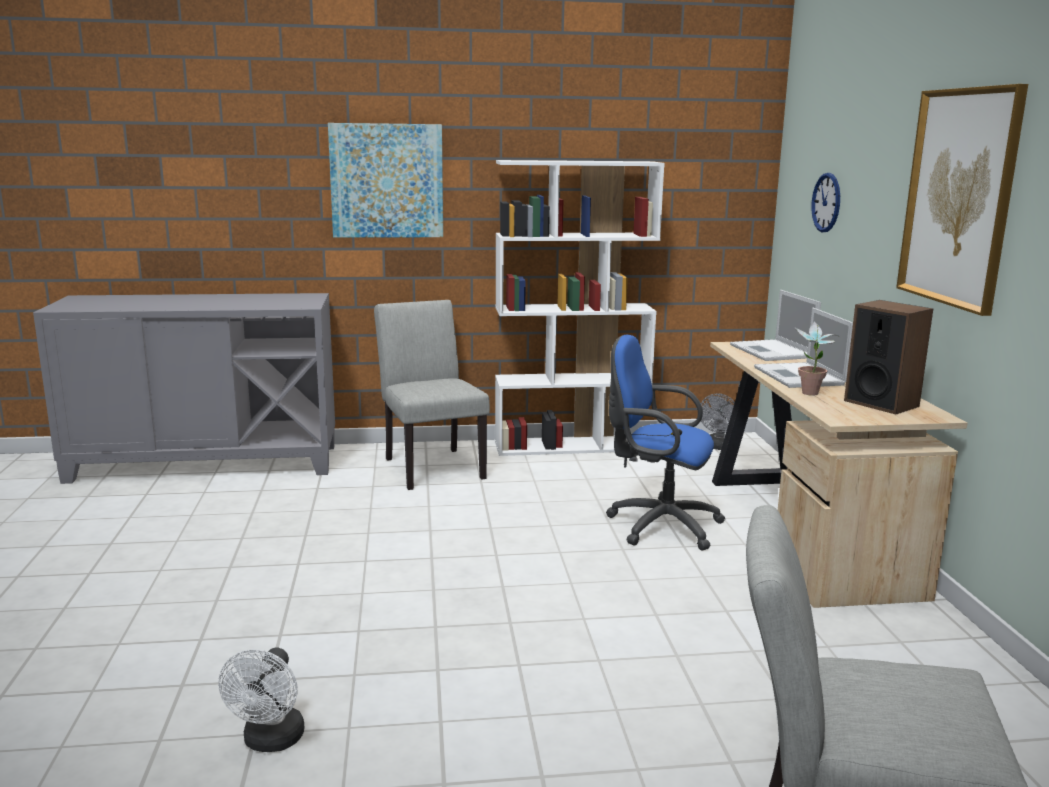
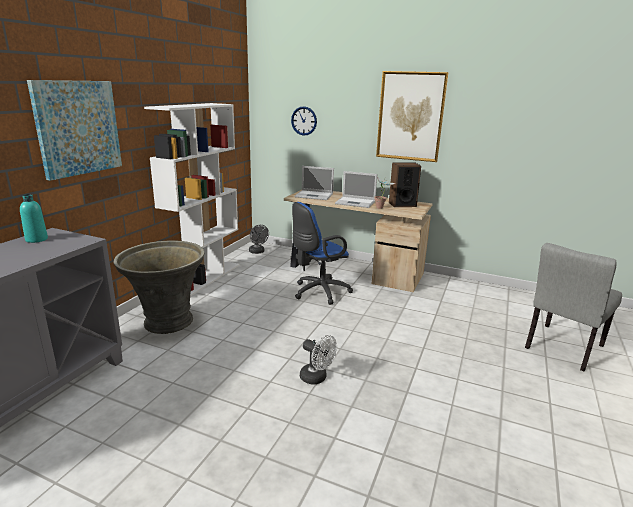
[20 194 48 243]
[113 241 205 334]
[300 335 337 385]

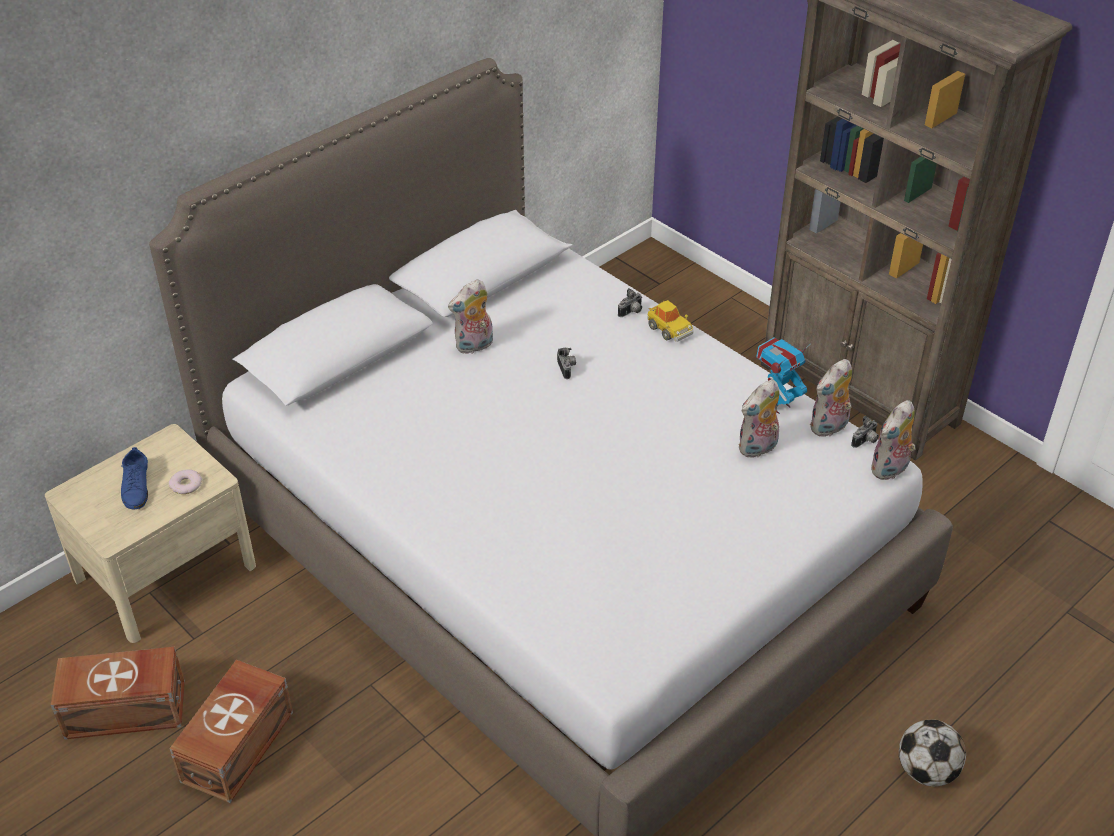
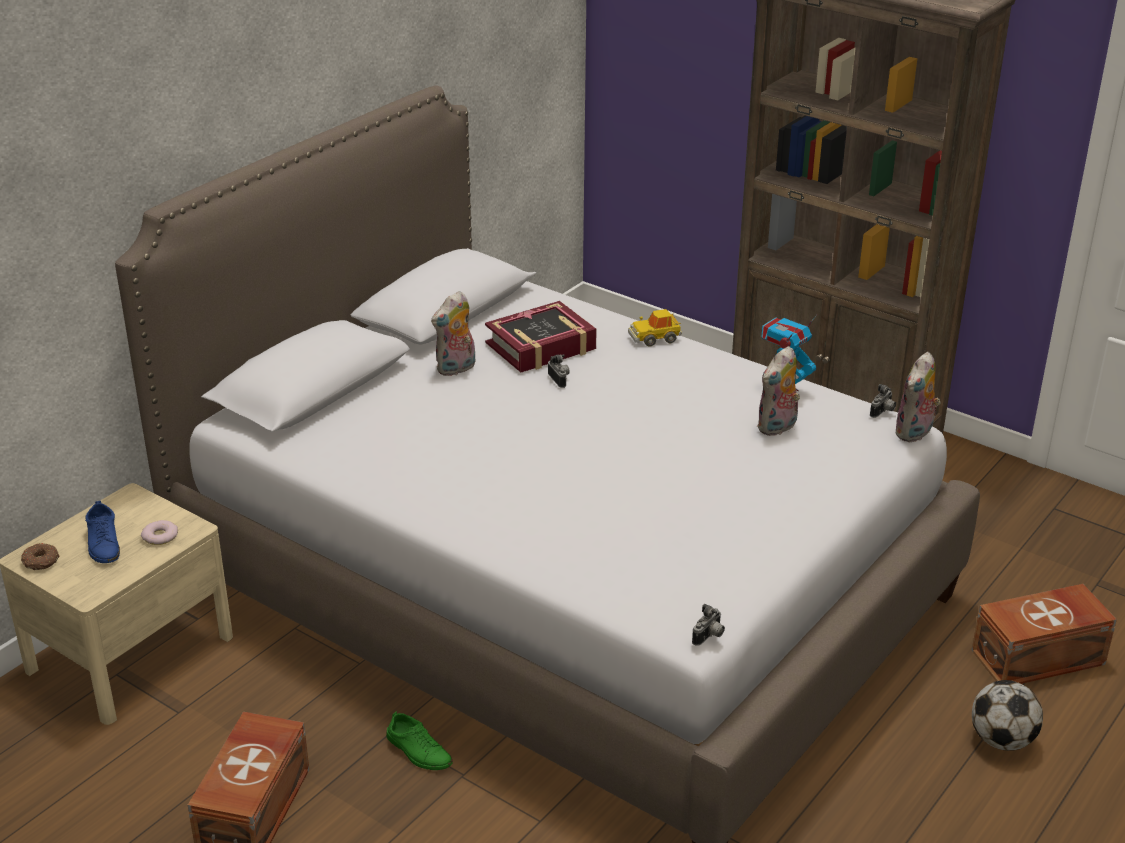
[21 543 59 570]
[386 711 453 770]
[485 301 597 373]
[628 309 682 347]
[692 604 725 646]
[972 584 1117 684]
[810 359 852 438] (first image)

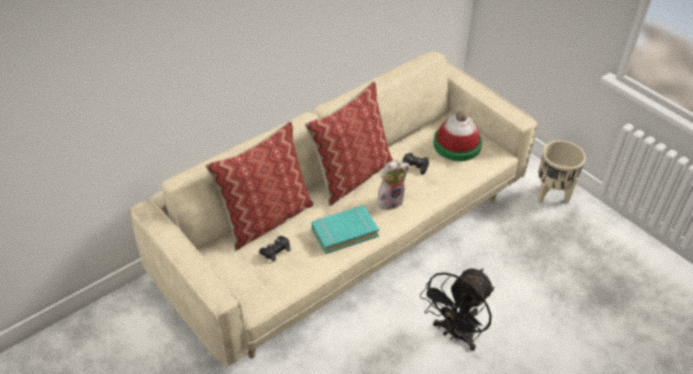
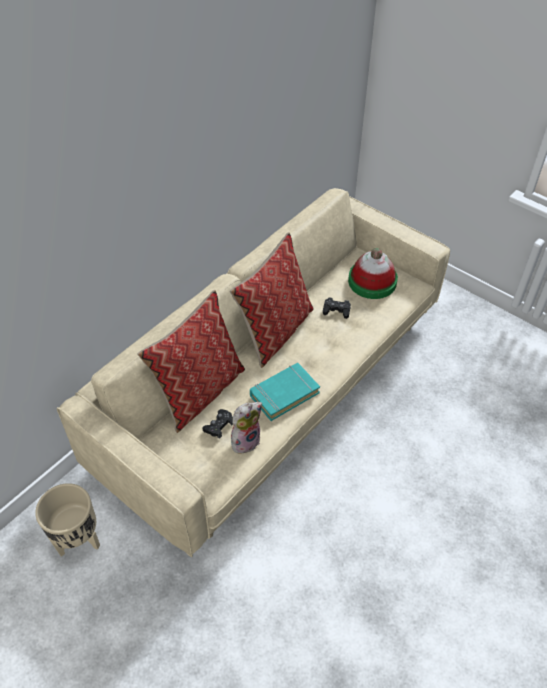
[35 483 100 557]
[231 402 262 454]
[420 268 495 351] (first image)

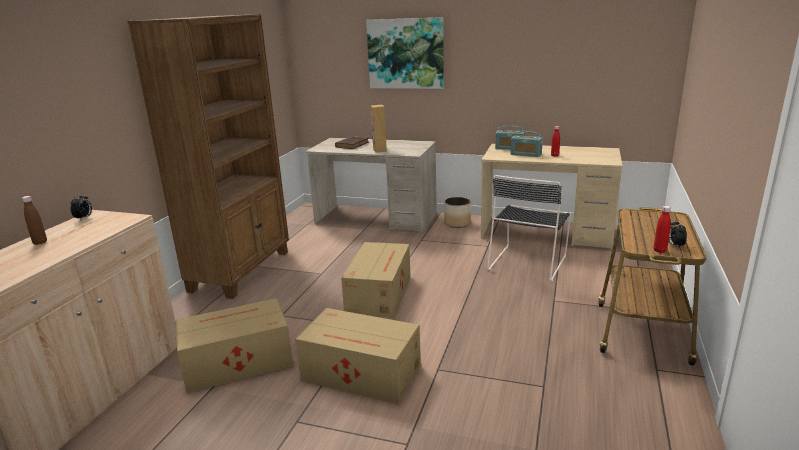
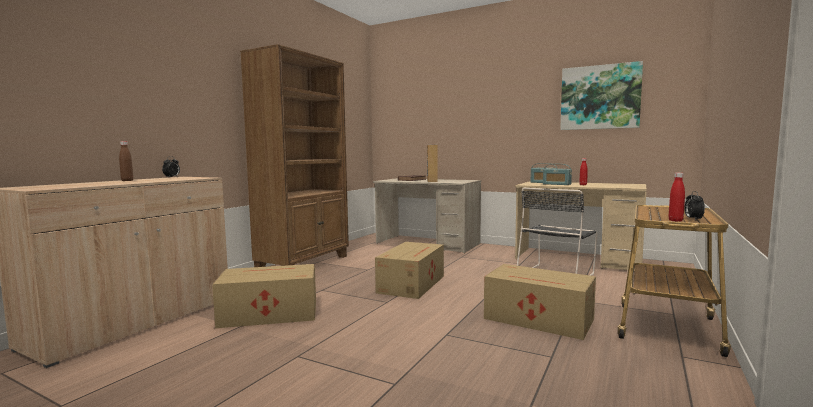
[484 264 596 340]
[560 61 643 130]
[444 197 471 228] (first image)

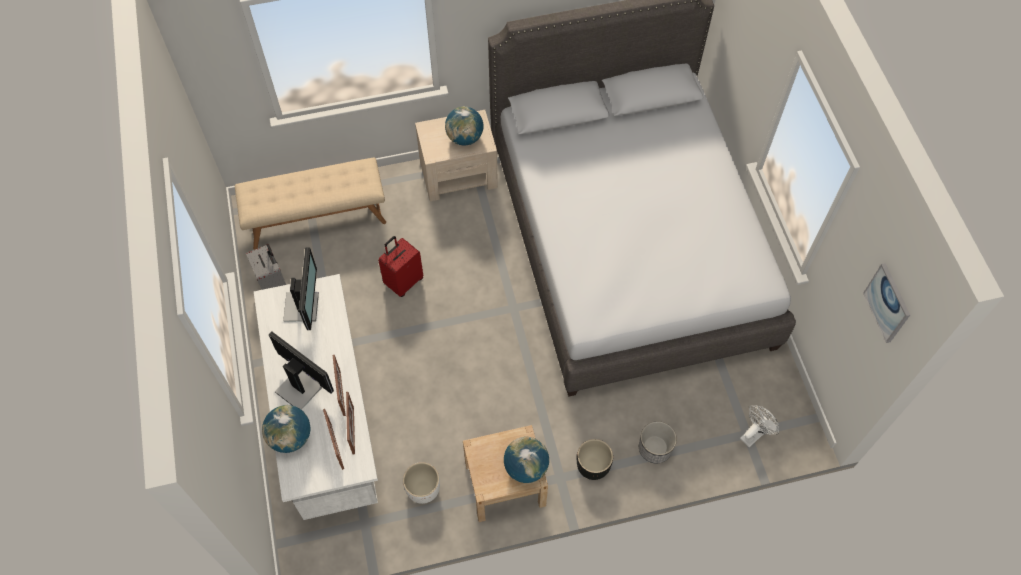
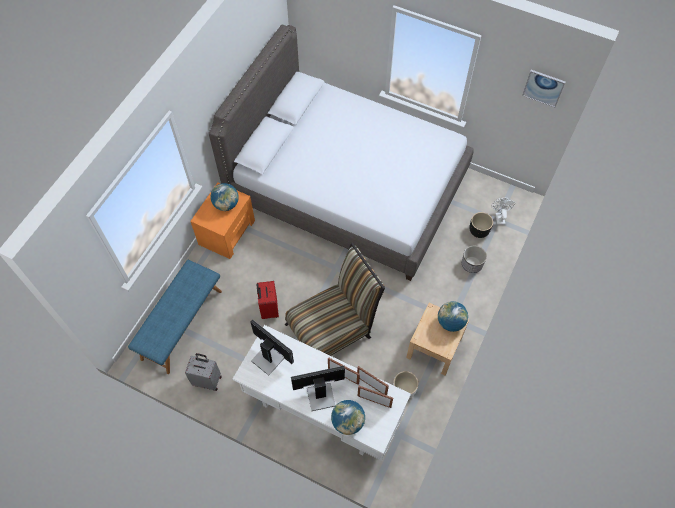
[128 260 222 374]
[190 182 255 259]
[285 242 385 356]
[469 212 493 238]

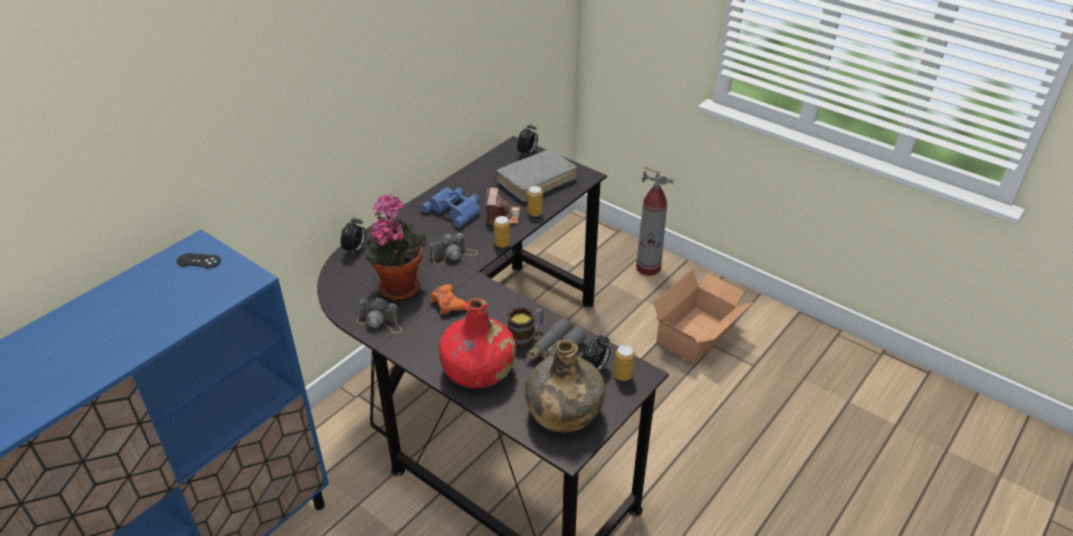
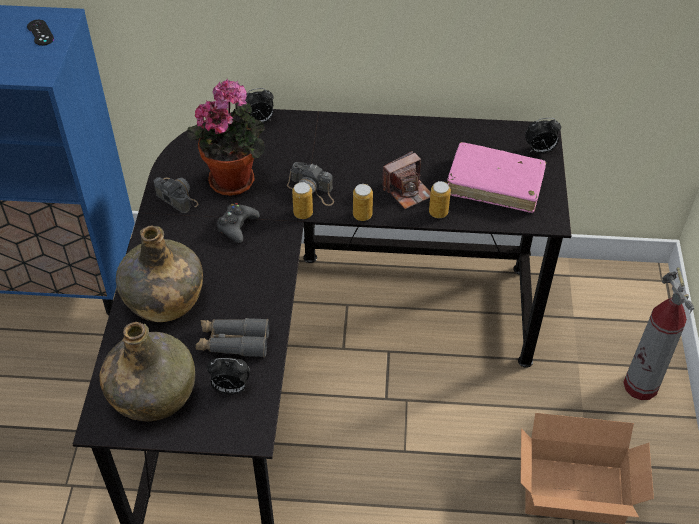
[116 226 203 322]
[153 177 198 213]
[217 203 260 243]
[292 182 313 219]
[447 142 546 213]
[421 187 481 228] (first image)
[507 307 544 348] (first image)

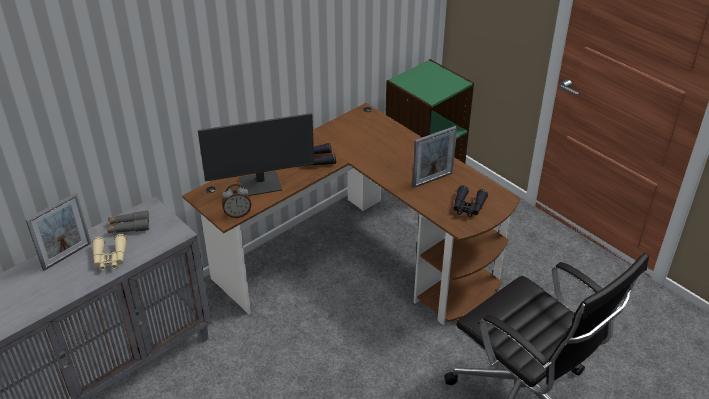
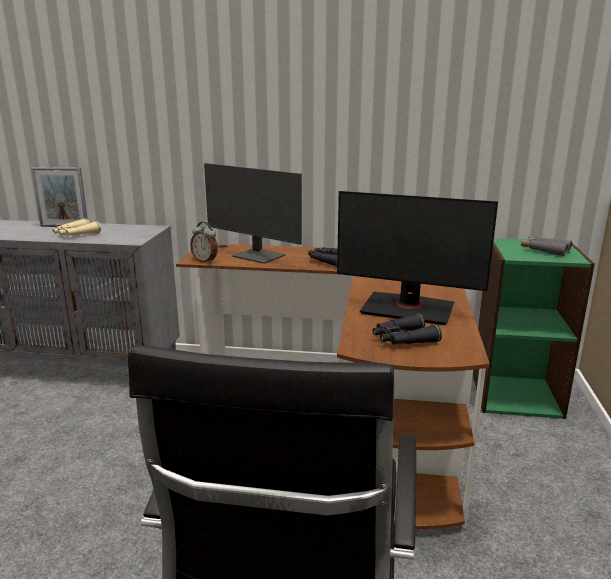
[337 191 498 325]
[521 237 572 256]

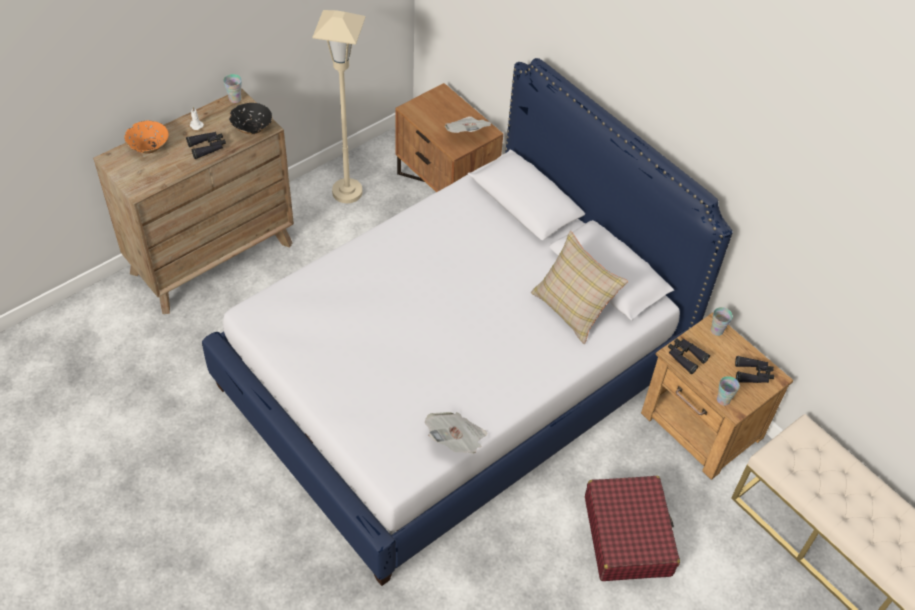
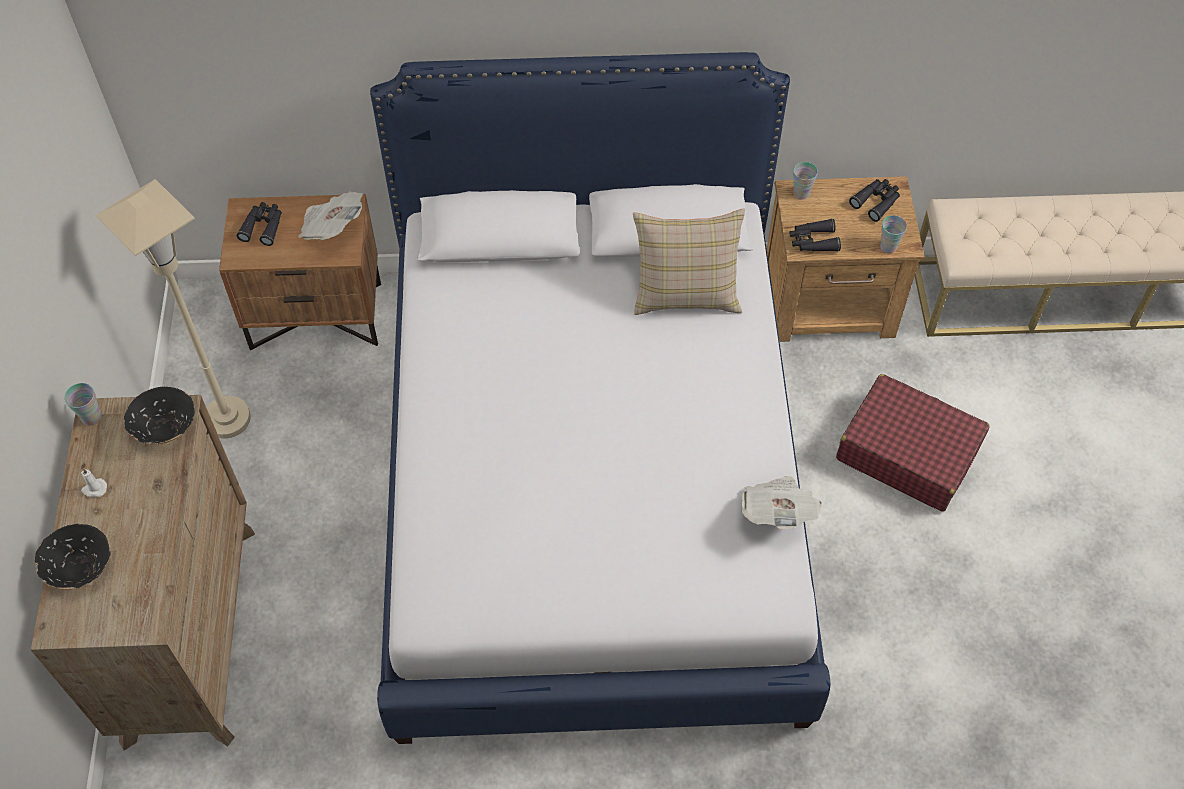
[34 524 111 589]
[236 202 282 246]

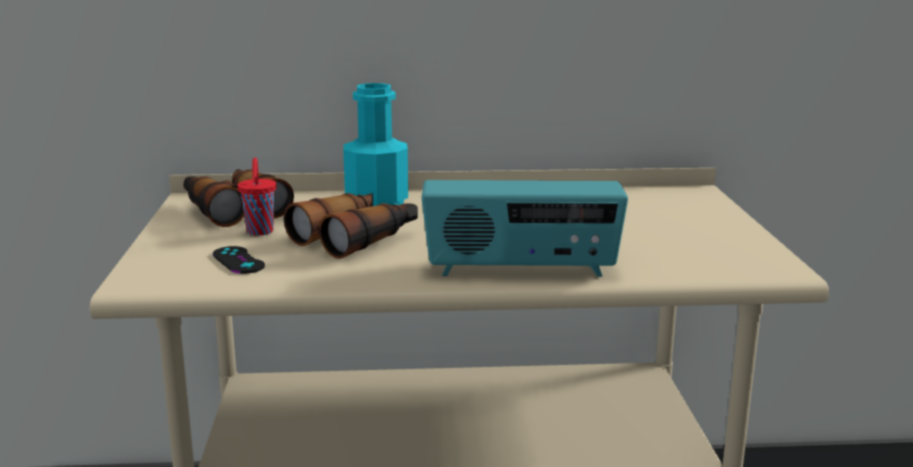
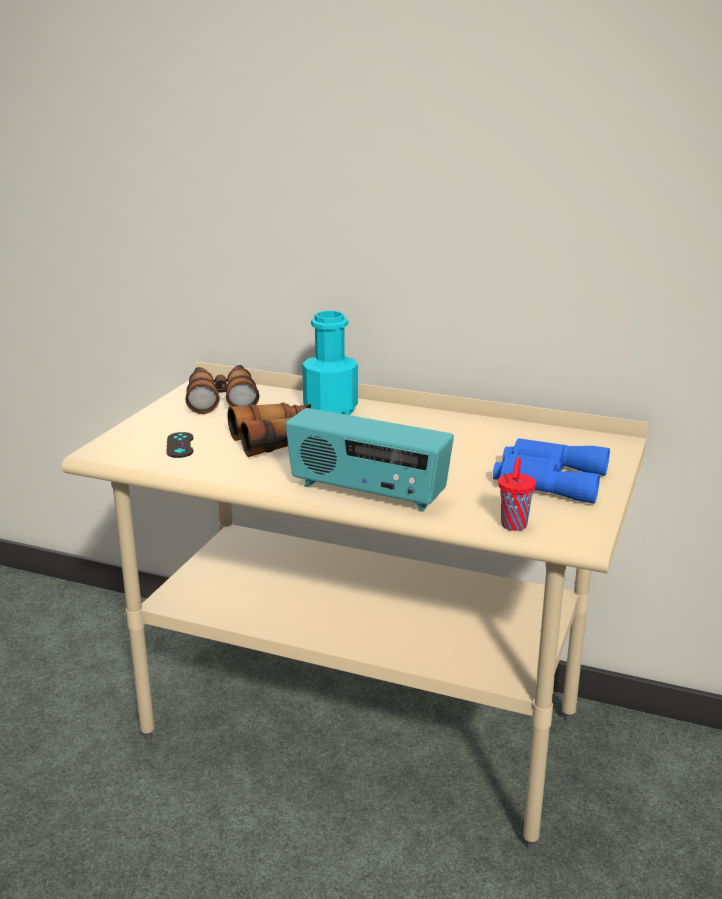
[493 438 610 504]
[498 457 536 531]

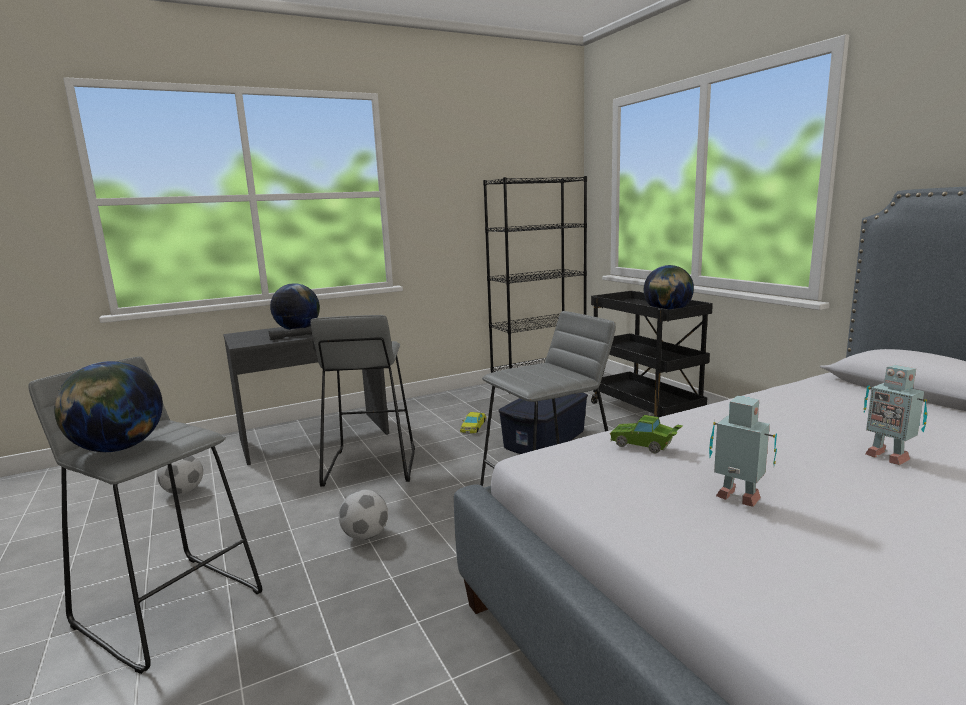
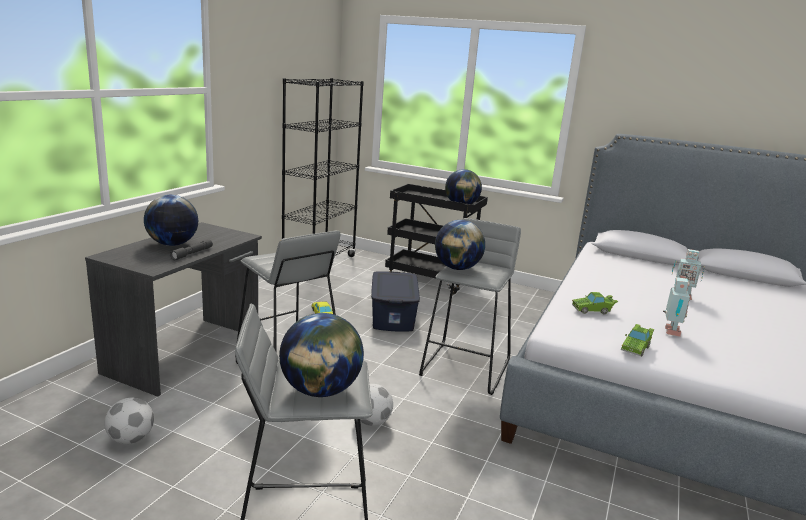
[435 220 485 270]
[621 324 654 356]
[663 277 690 337]

